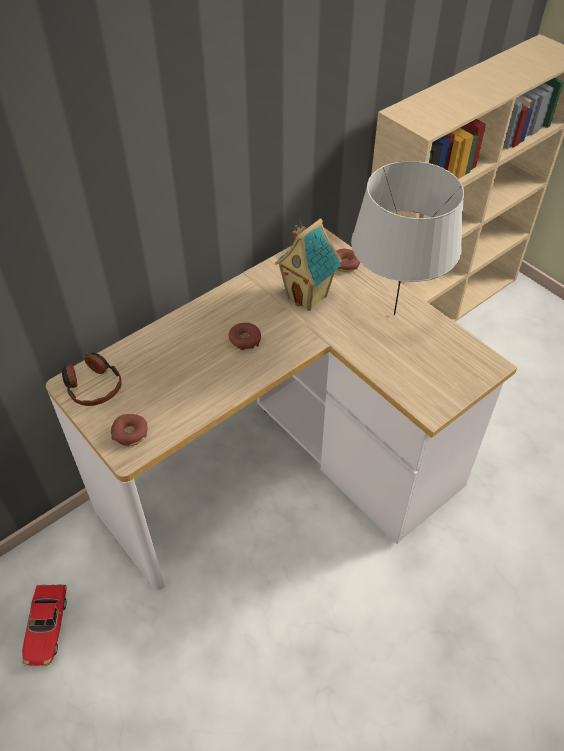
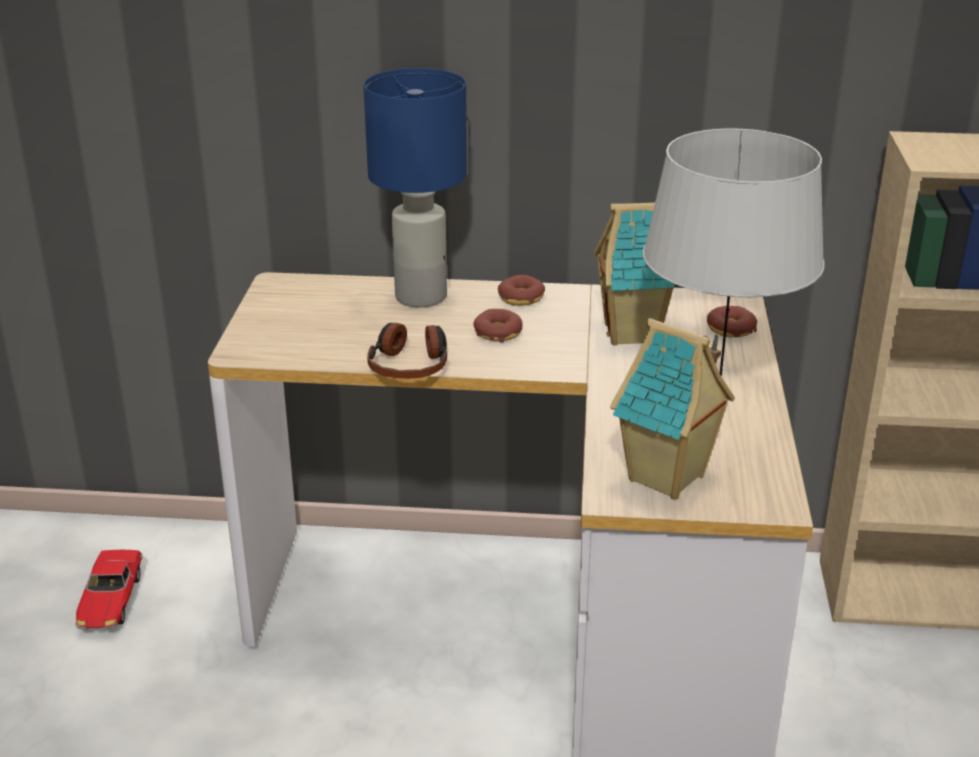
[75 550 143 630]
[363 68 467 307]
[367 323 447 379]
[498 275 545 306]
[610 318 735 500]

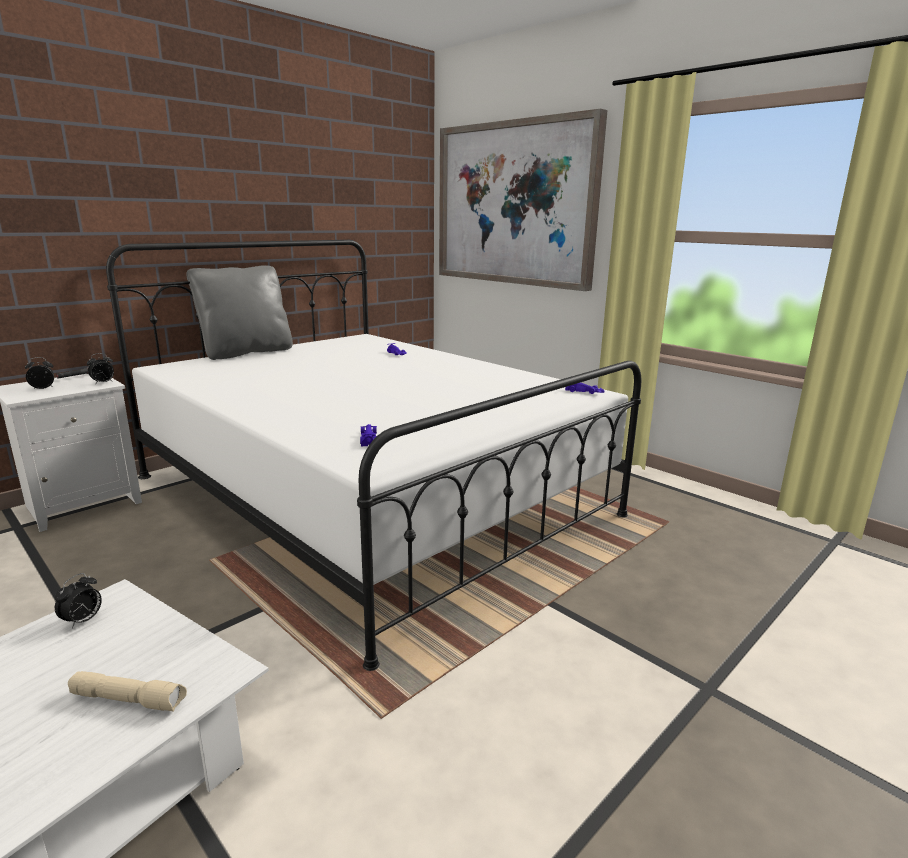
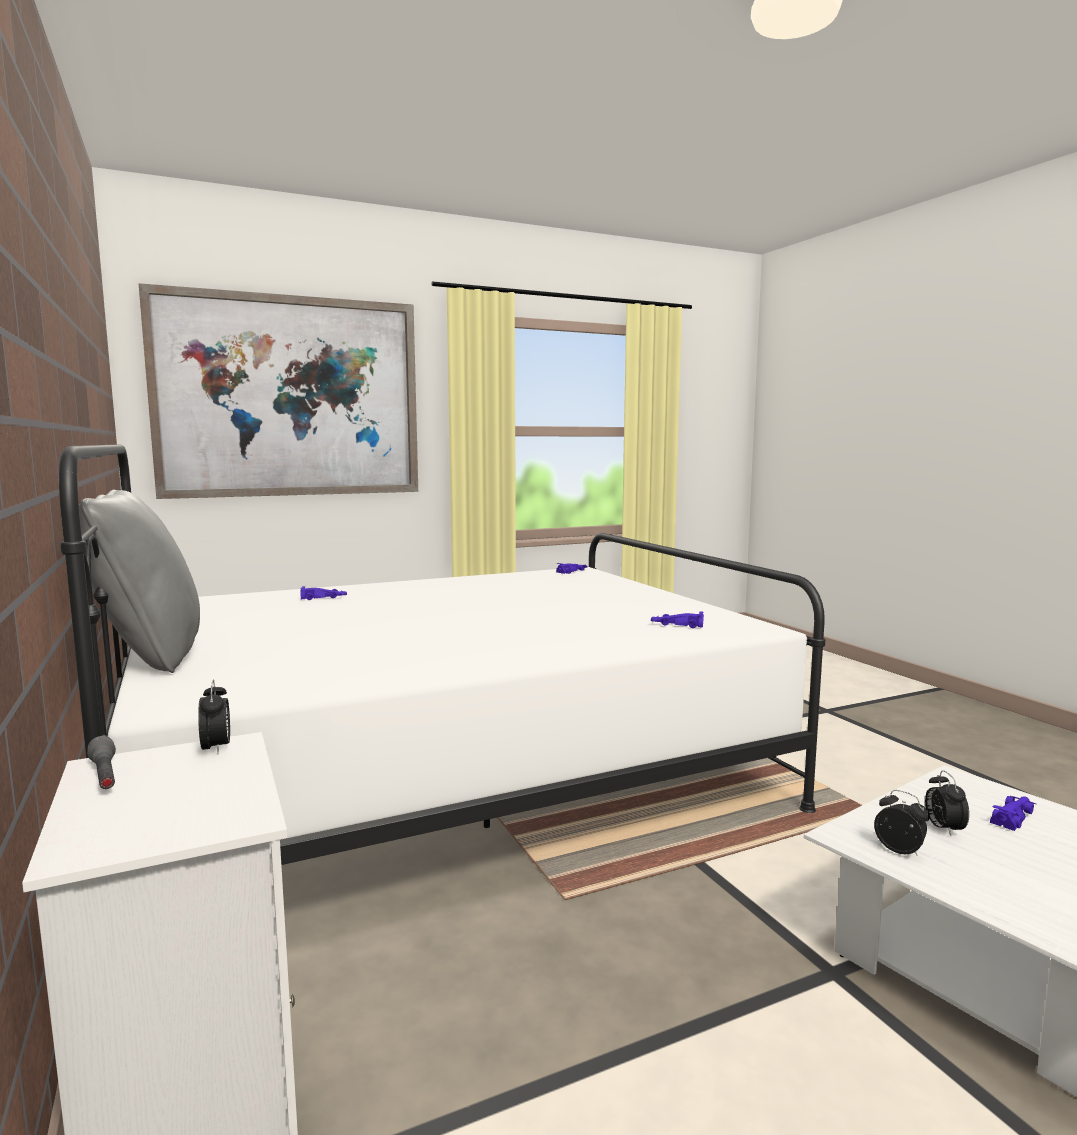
[925 770 969 836]
[990 796 1036 831]

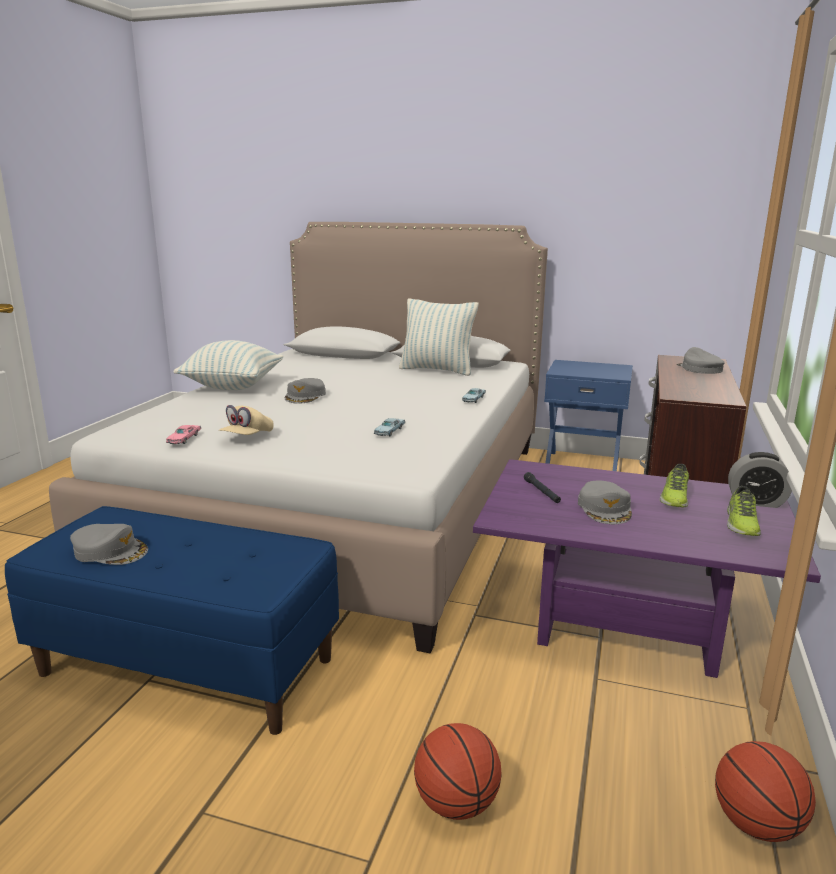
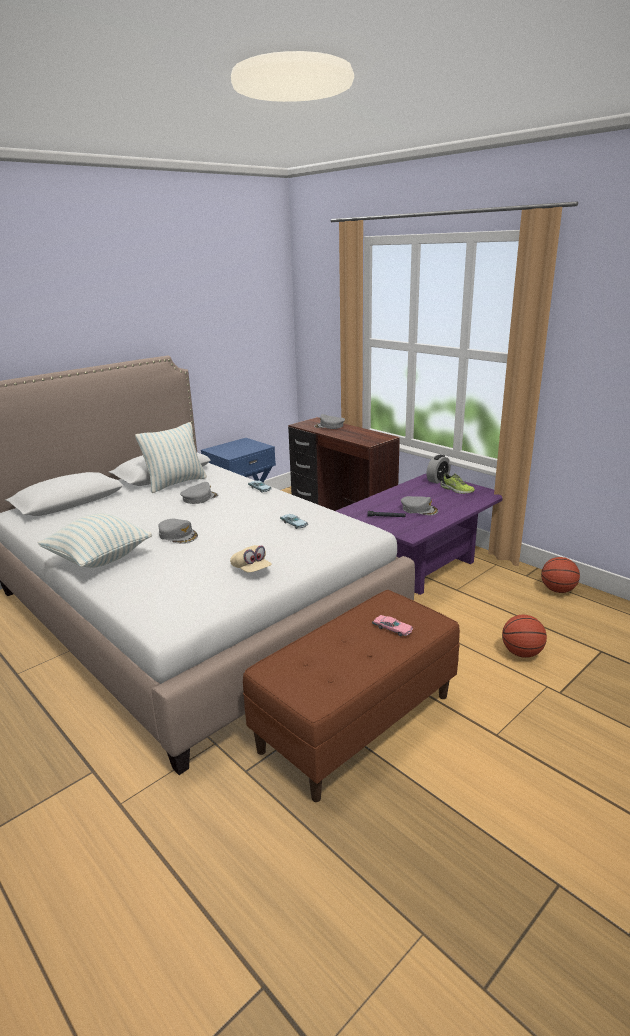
[180 482 218 504]
[243 590 460 802]
[372 615 413 636]
[660 464 689 507] (first image)

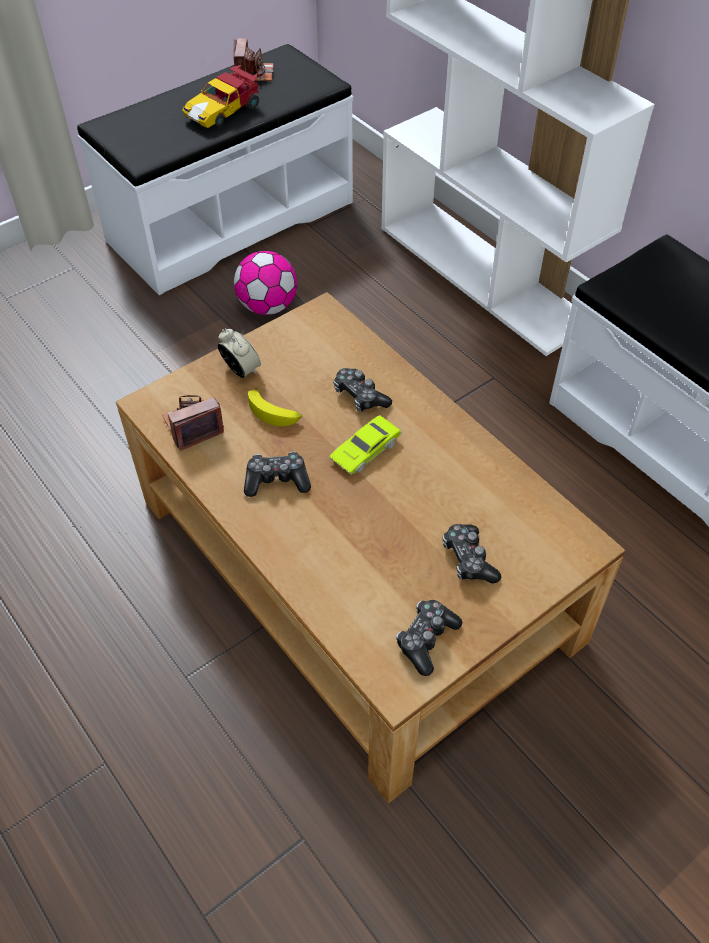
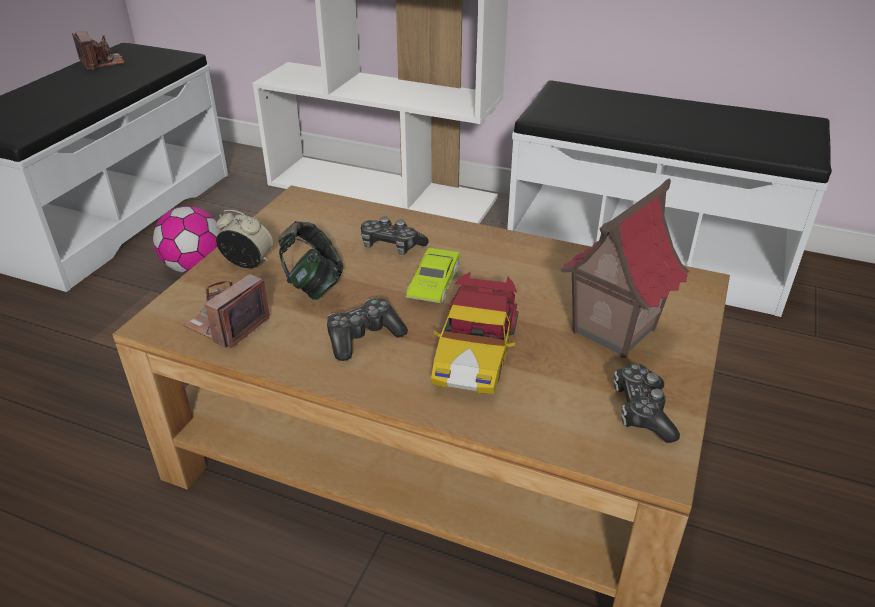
[278 221 343 300]
[431 272 519 394]
[560 178 690 358]

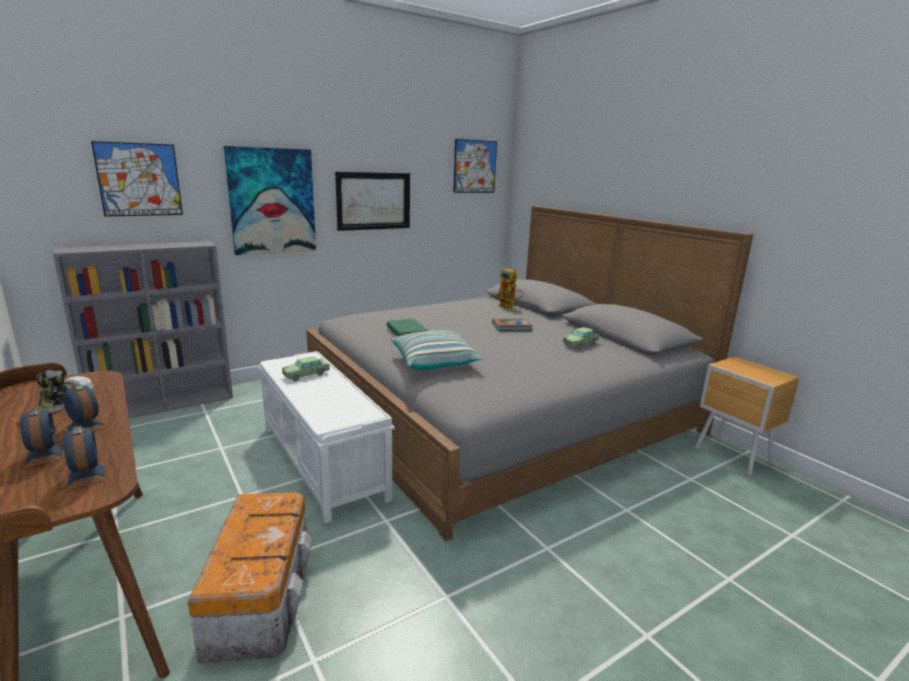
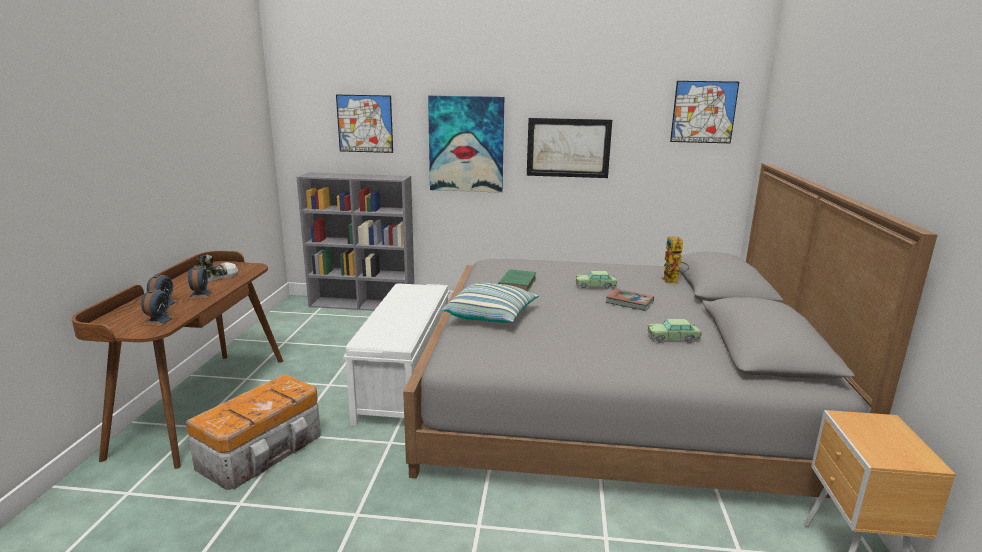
[576 271 617 290]

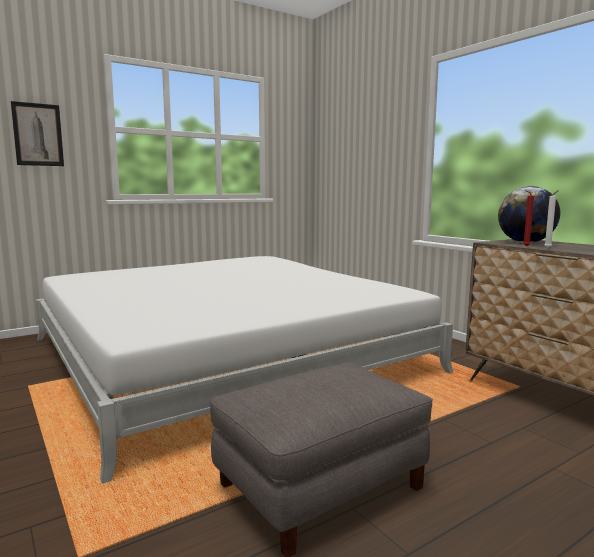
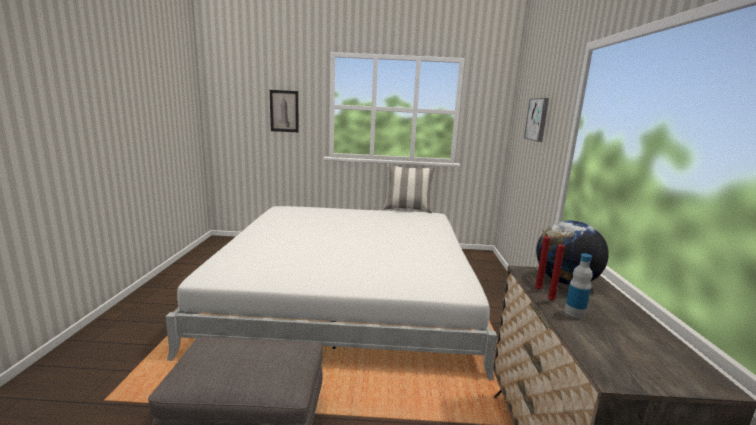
[383 164 435 213]
[524 98 549 142]
[548 241 565 301]
[564 253 592 318]

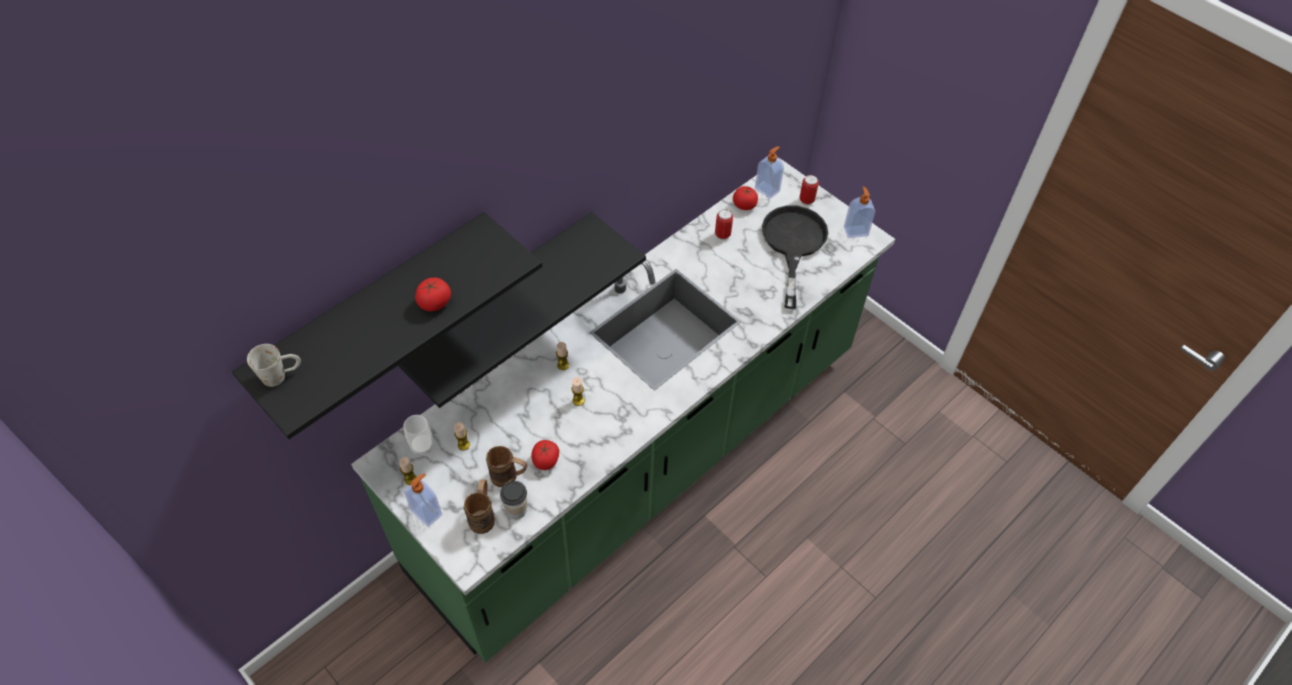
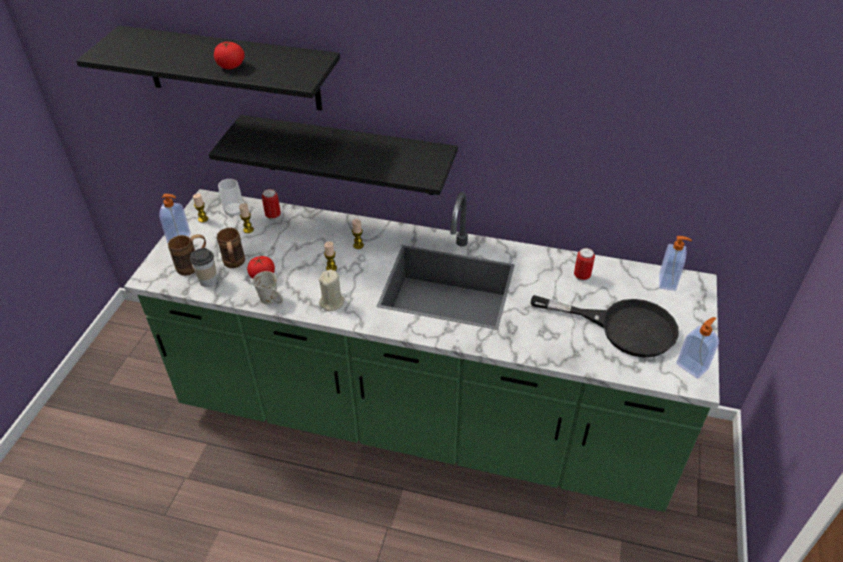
[253 271 283 305]
[262 189 281 220]
[319 270 344 311]
[531 295 679 358]
[733 186 758 210] (first image)

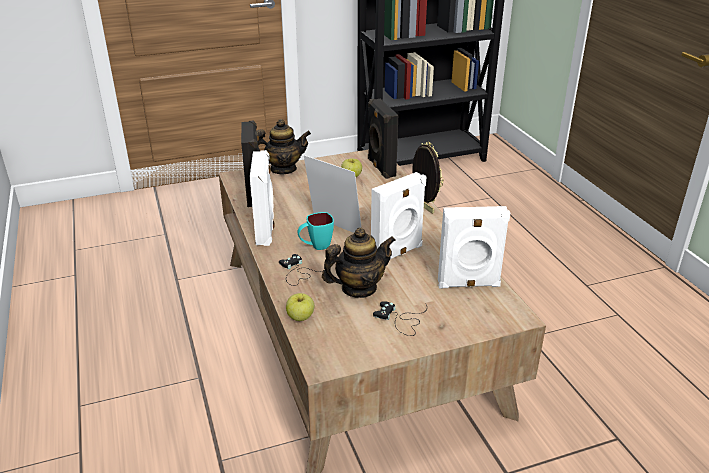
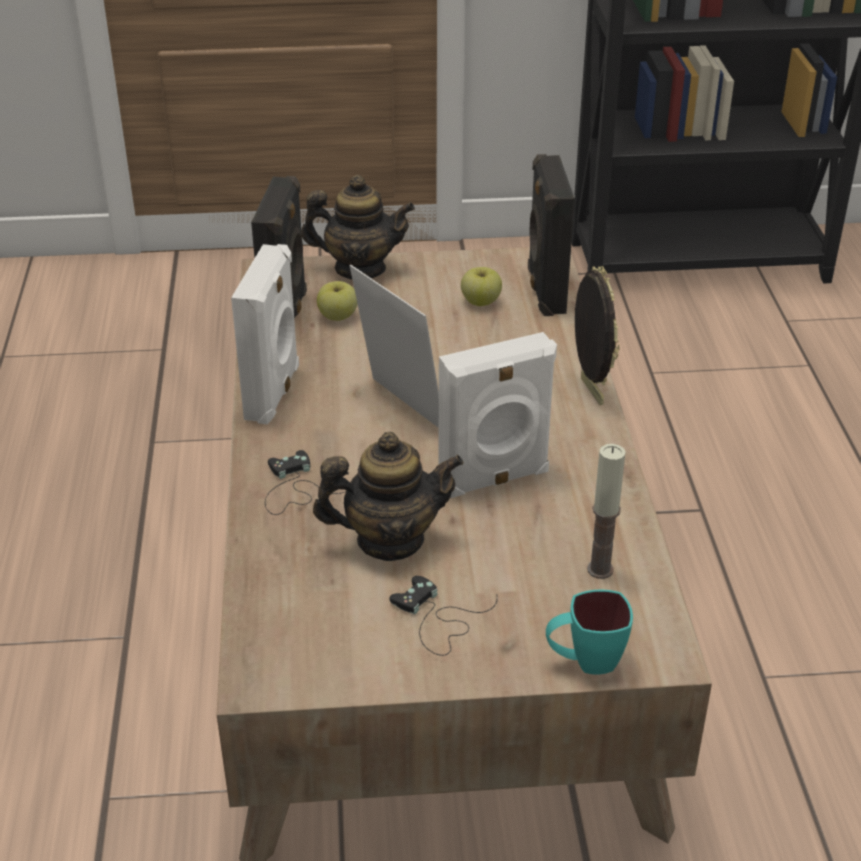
[317 281 357 321]
[546 590 633 675]
[587 444 626 579]

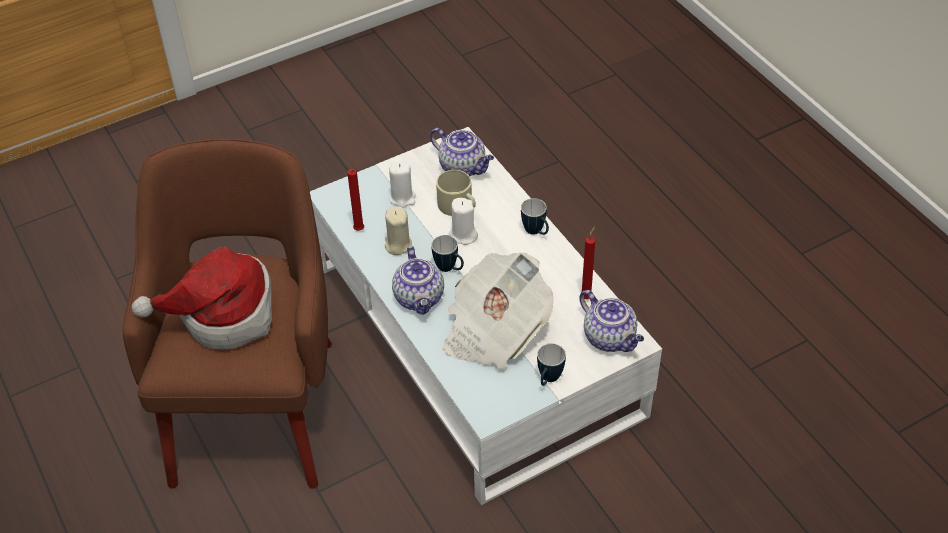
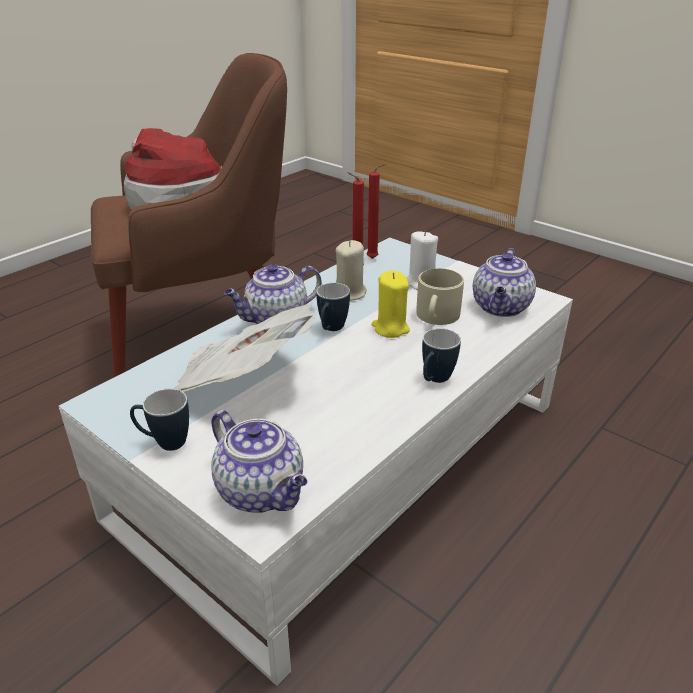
[211 410 308 513]
[366 163 386 259]
[371 270 410 338]

